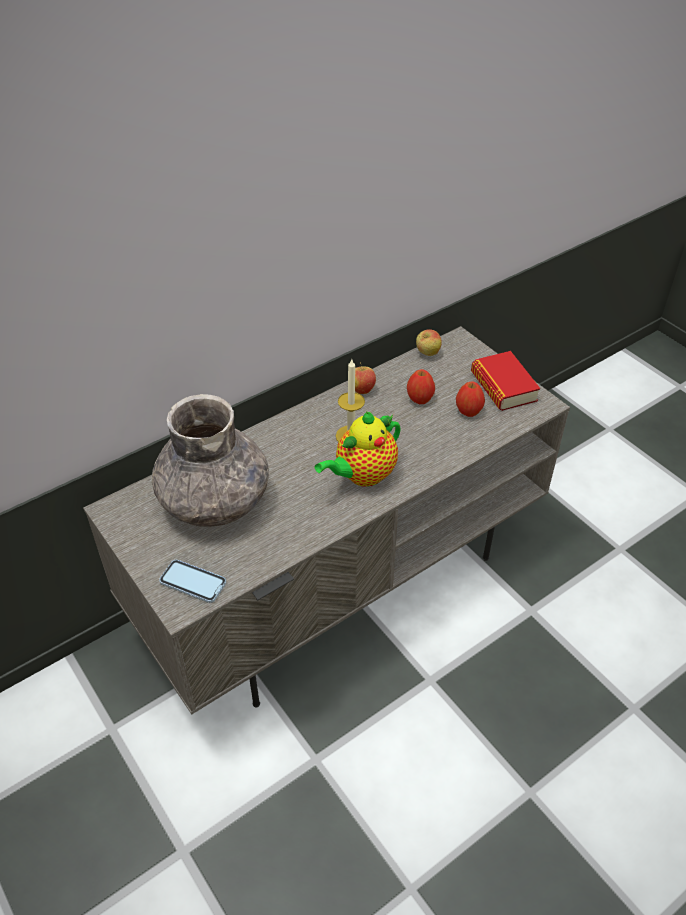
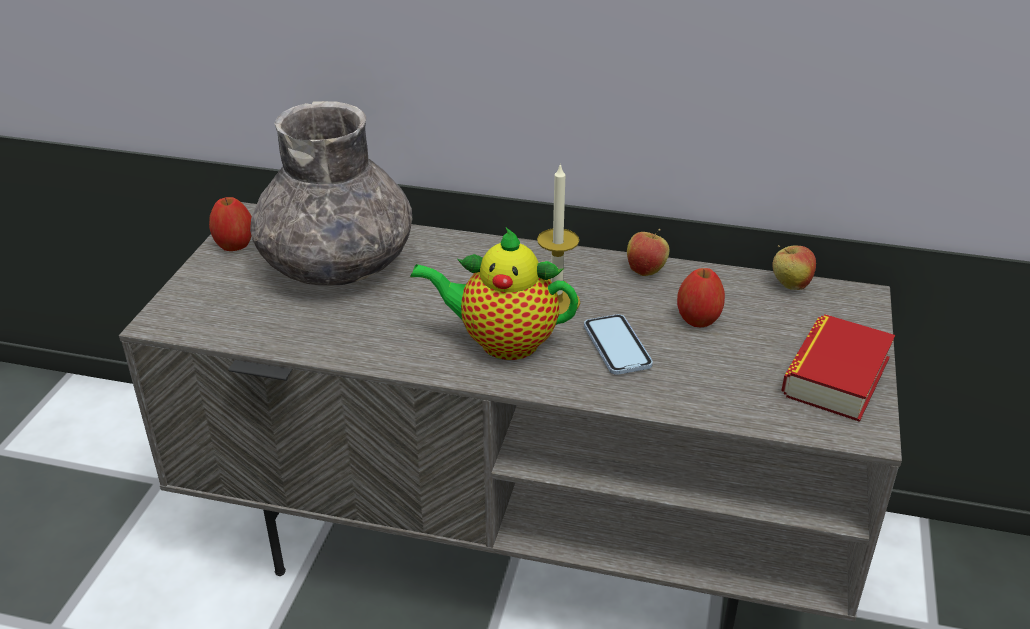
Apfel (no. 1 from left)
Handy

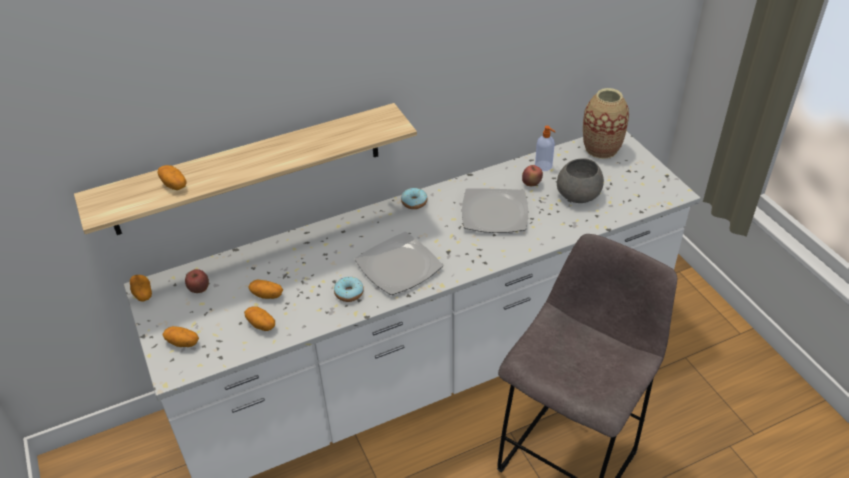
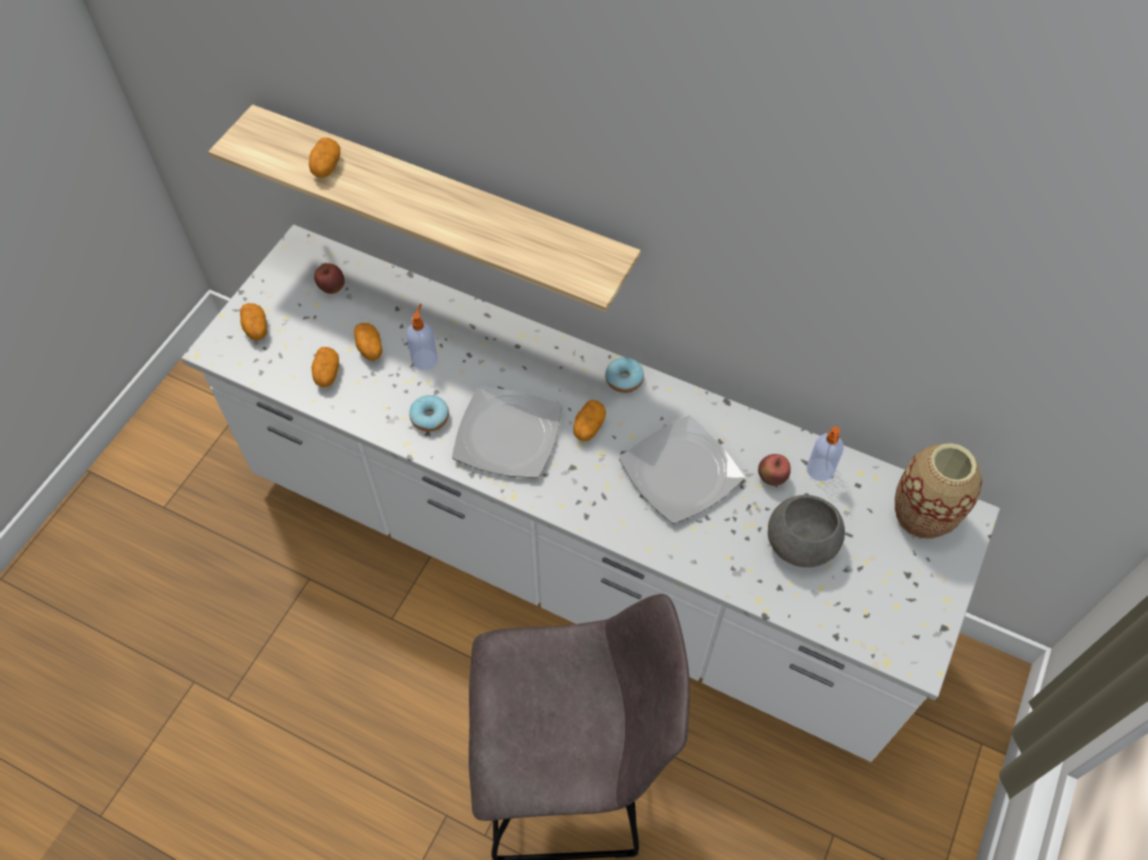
Kartoffel (no. 5 from left)
Seifenspender (no. 1 from left)

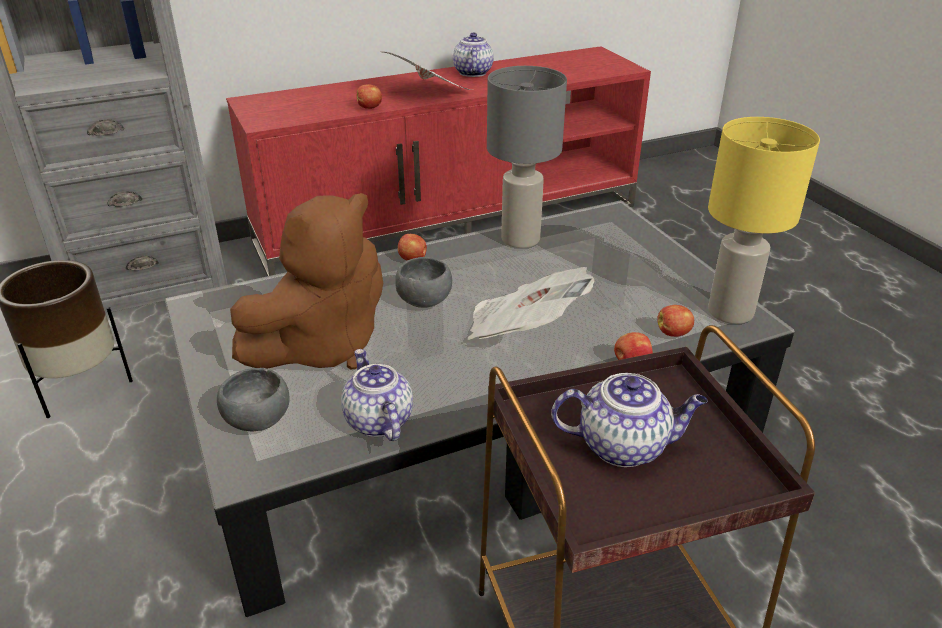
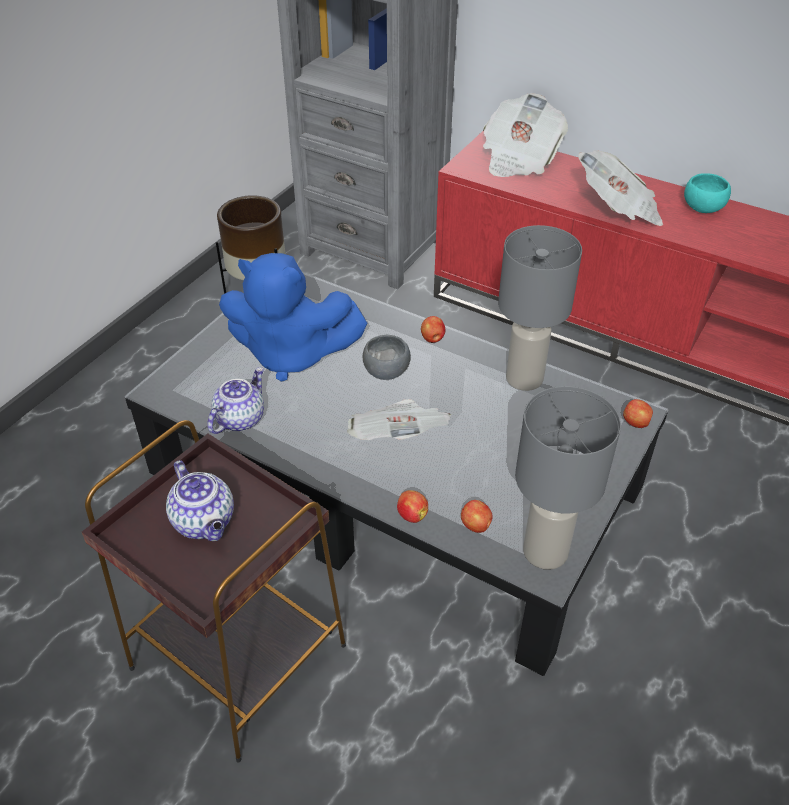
Schüssel [türkis]
Apfel (no. 4 from left)
Tischlampe [grau] (no. 2 from left)
Plüschtier [blau]
Schüssel [grau] (no. 1 from left in the first image)
Zeitung (no. 2 from left)

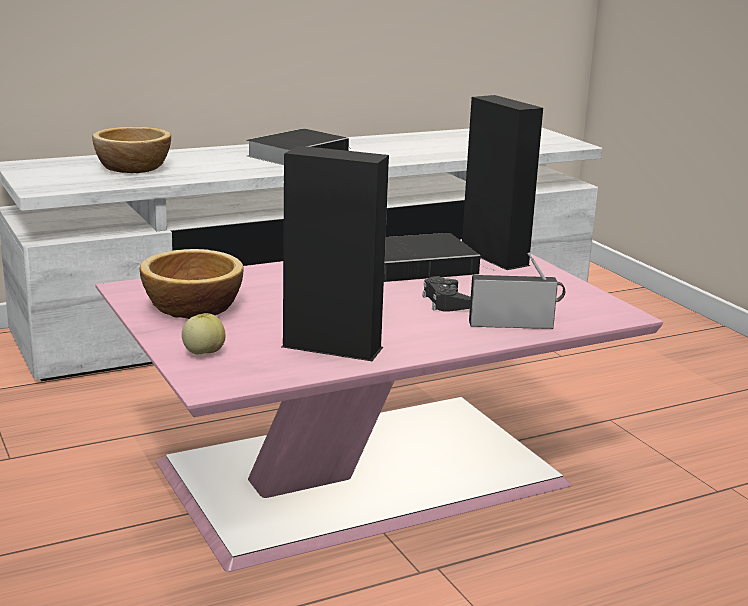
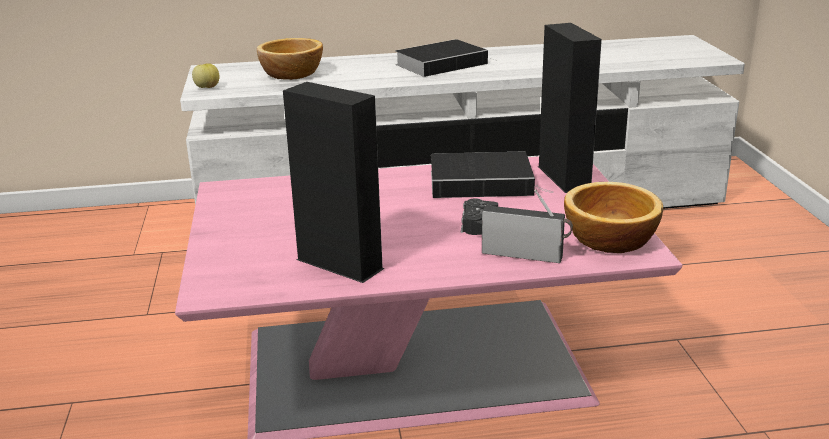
Schüssel (no. 2 from left)
Apfel

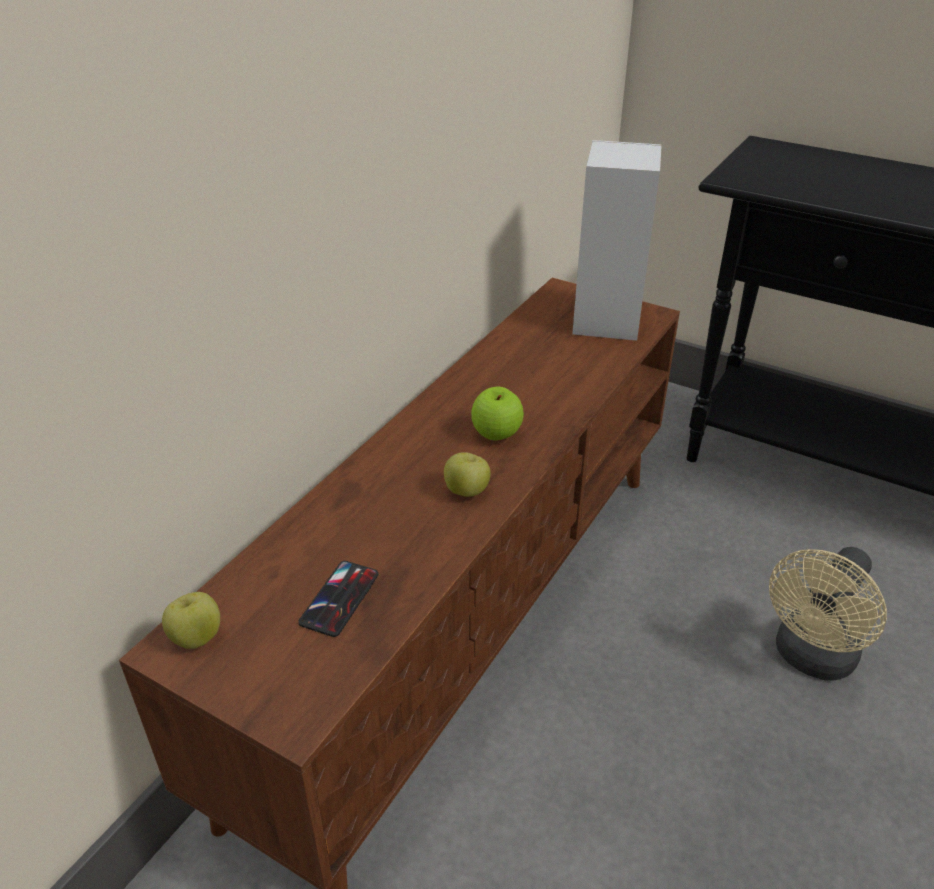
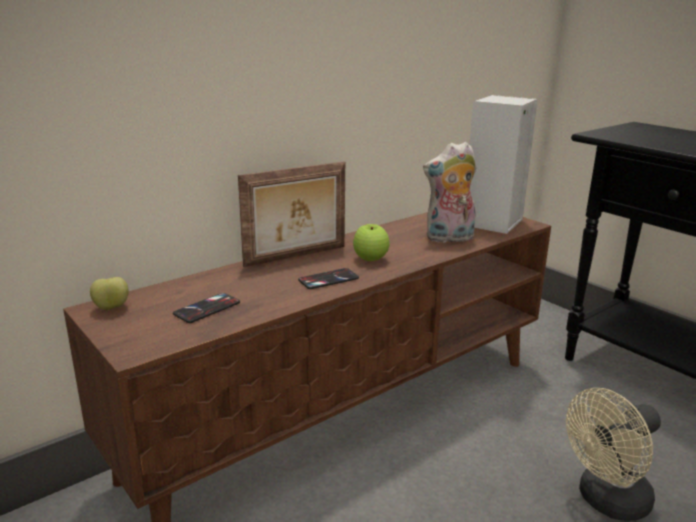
Handy (no. 2 from left)
Plüschtier
Bilderrahmen

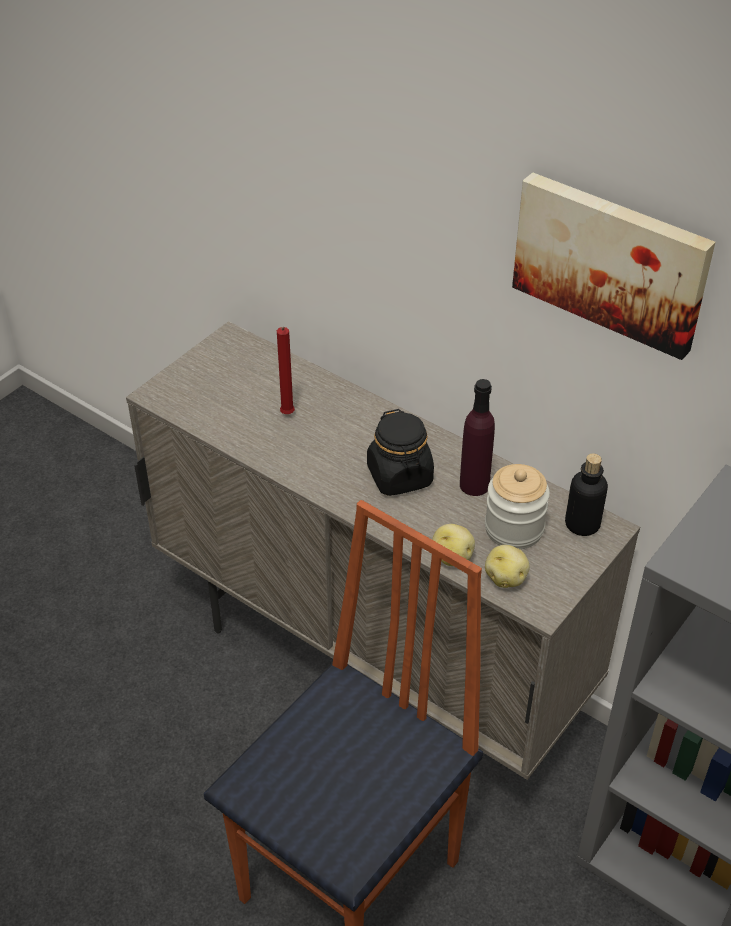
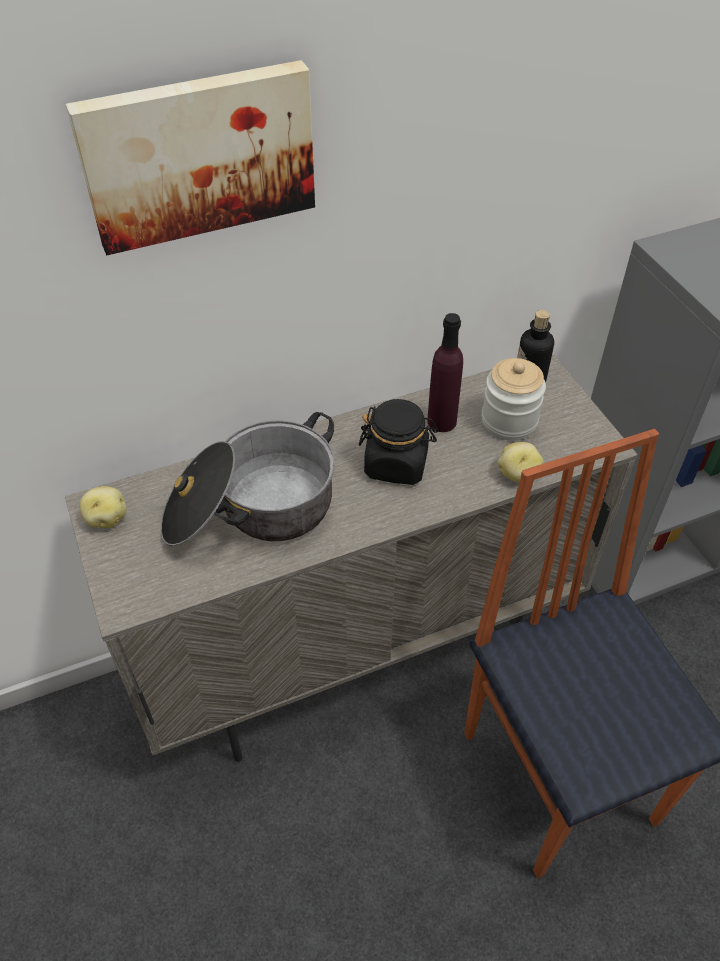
Bild
Kochtopf
Kartoffel (no. 1 from left)

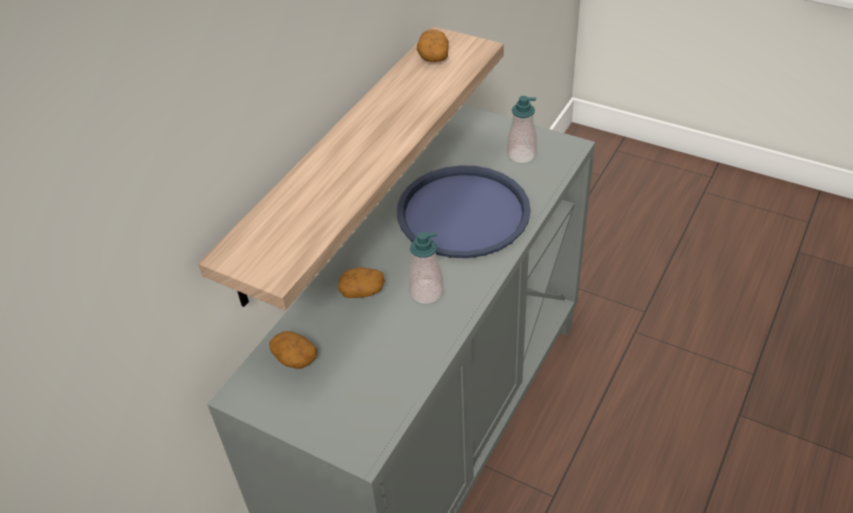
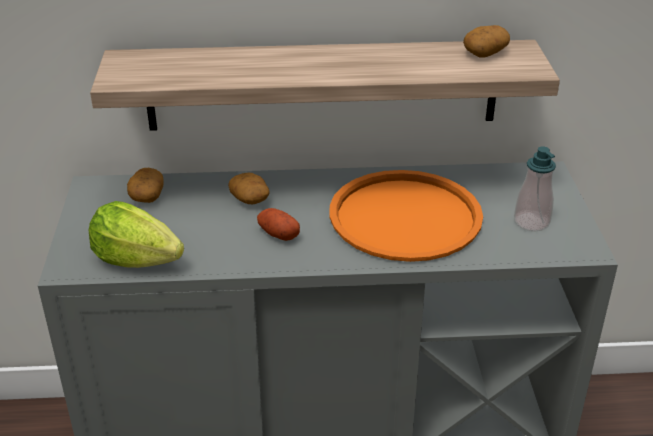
Tablett [orange]
Kartoffel (no. 3 from left)
Salatkopf

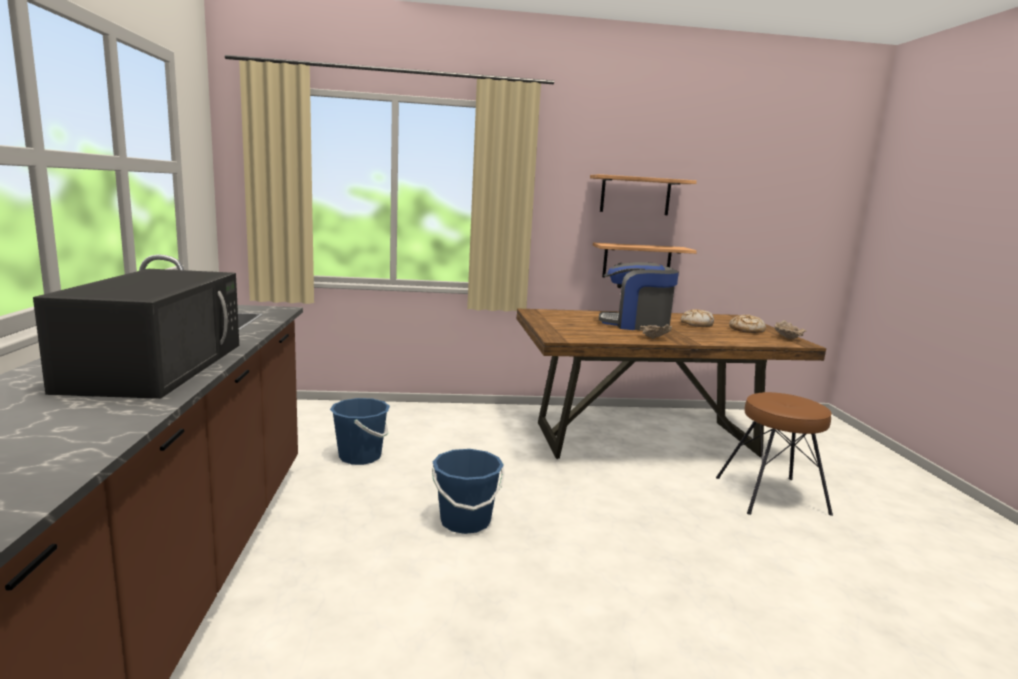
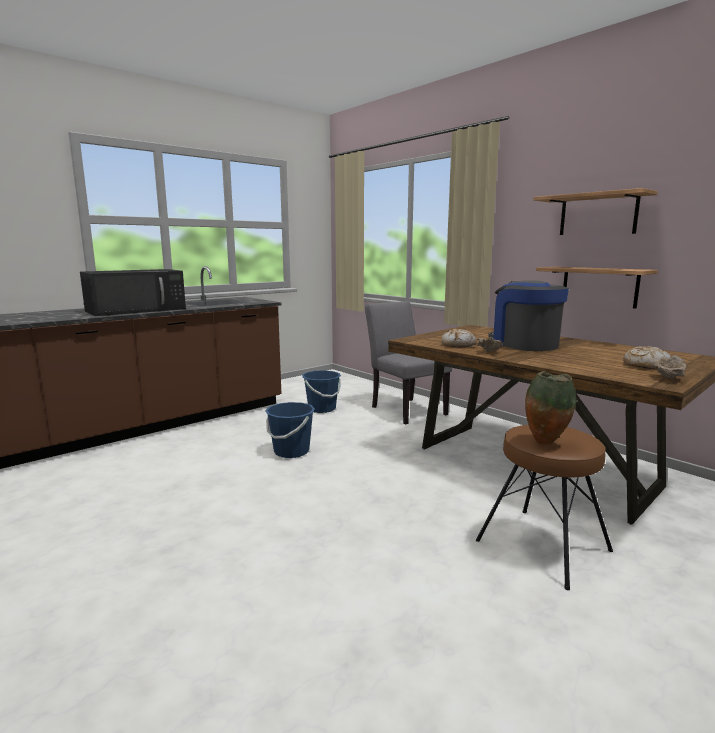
Brot (no. 1 from left)
Stuhl [grau]
Vase

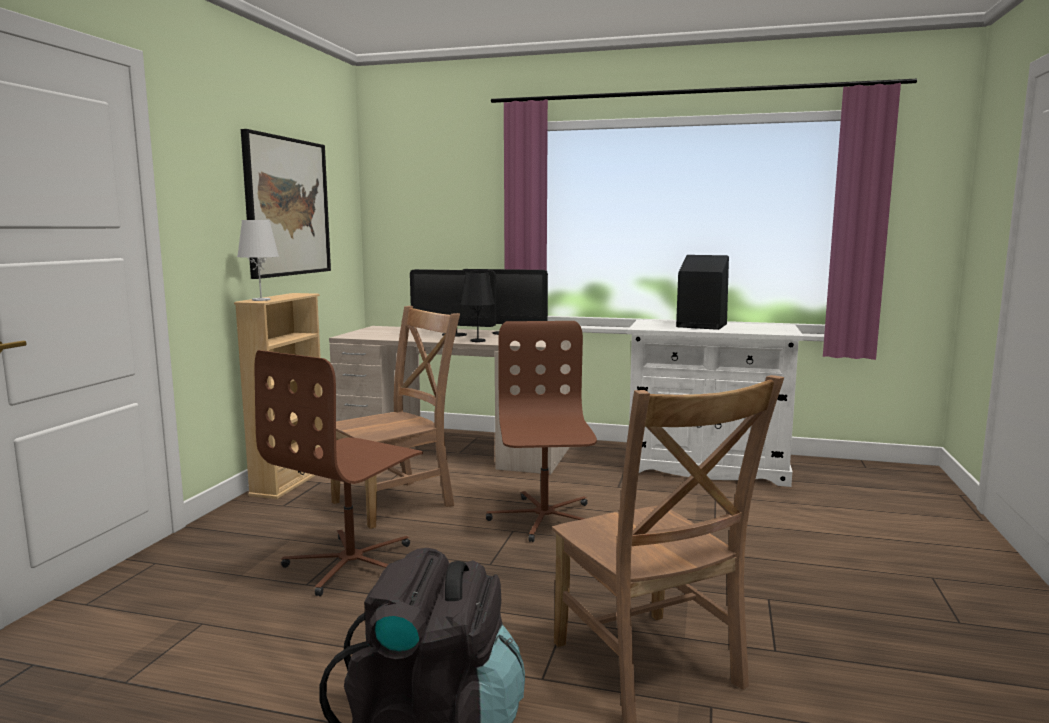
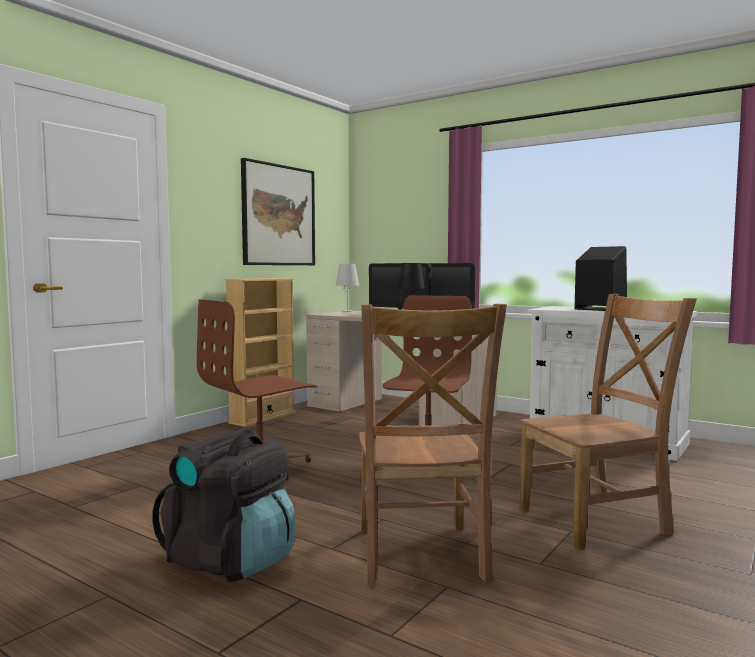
Tischlampe [weiß]
Stuhl [braun] (no. 2 from left)

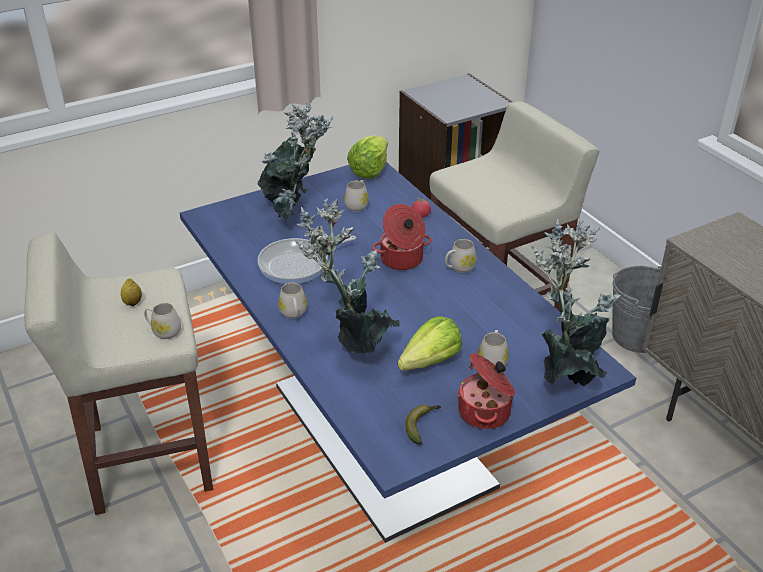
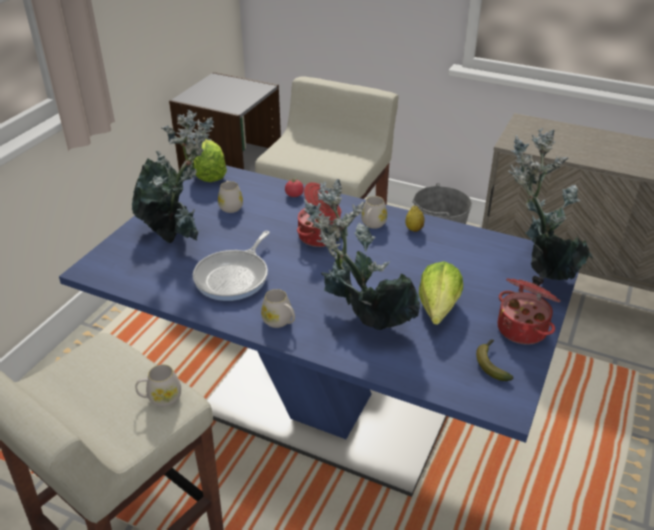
Zitrone
Henkelbecher [weiß] (no. 5 from left in the first image)

